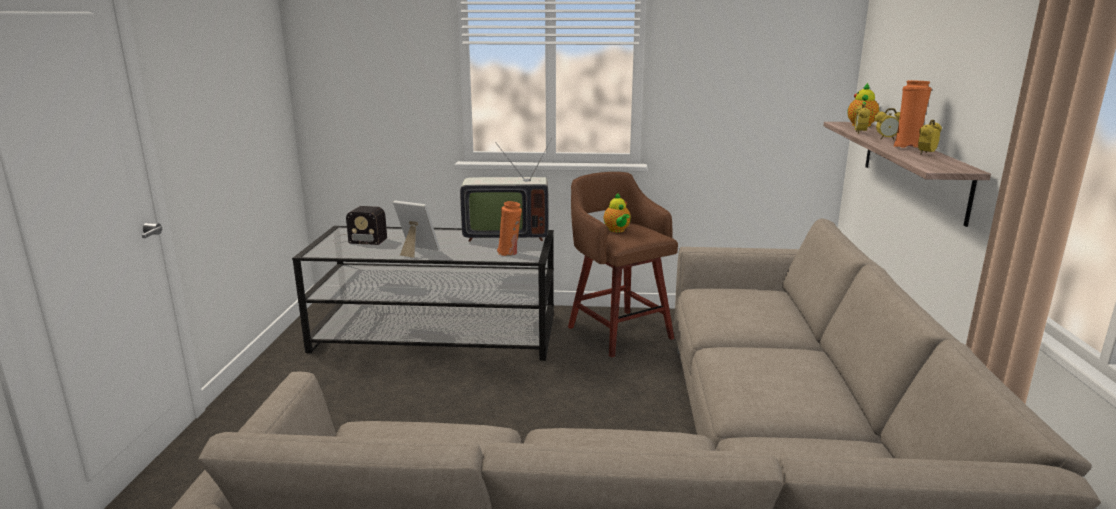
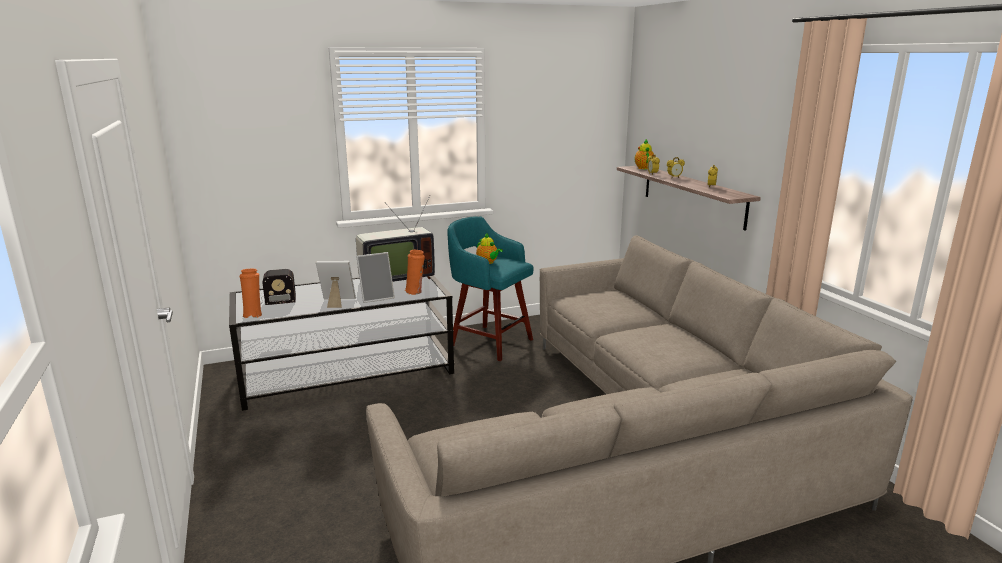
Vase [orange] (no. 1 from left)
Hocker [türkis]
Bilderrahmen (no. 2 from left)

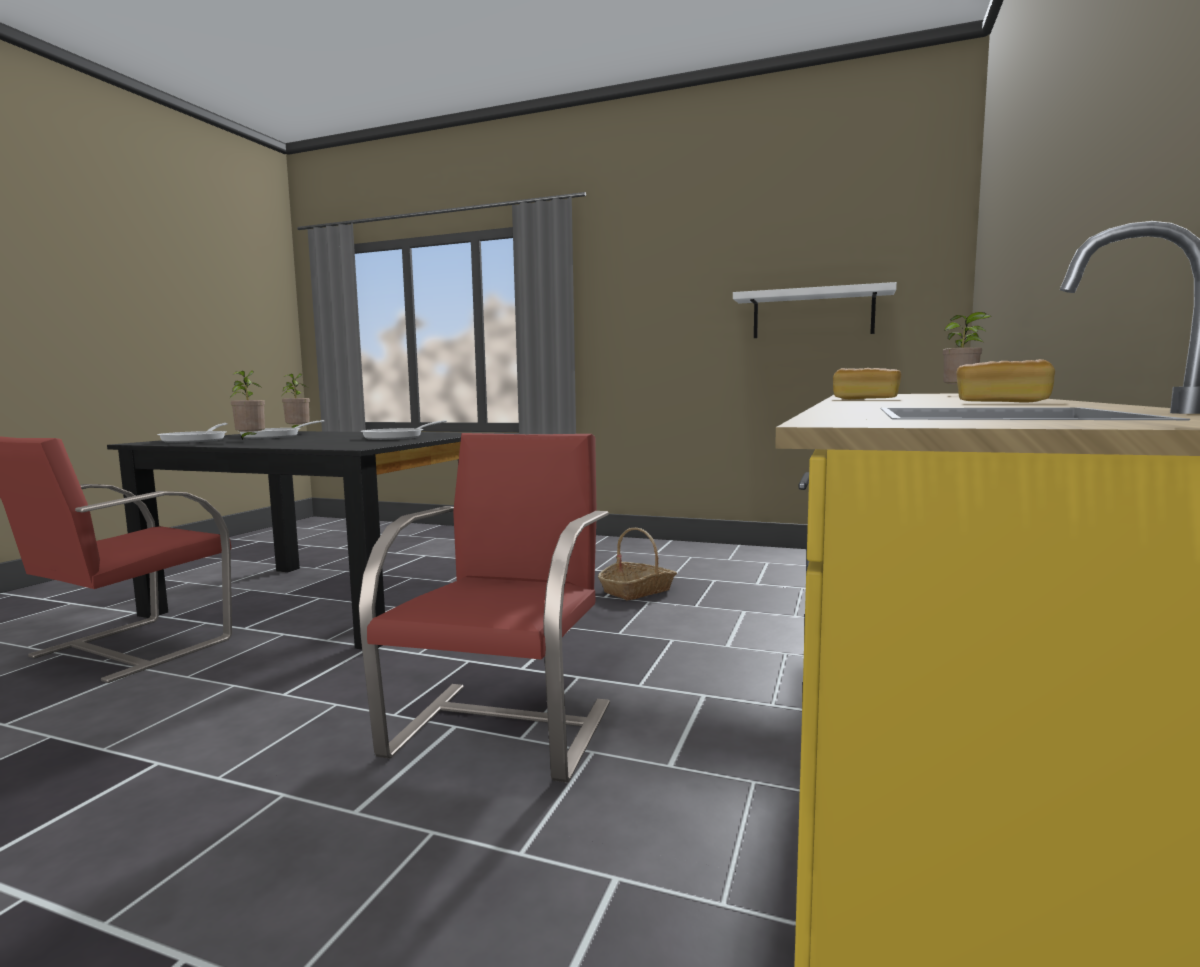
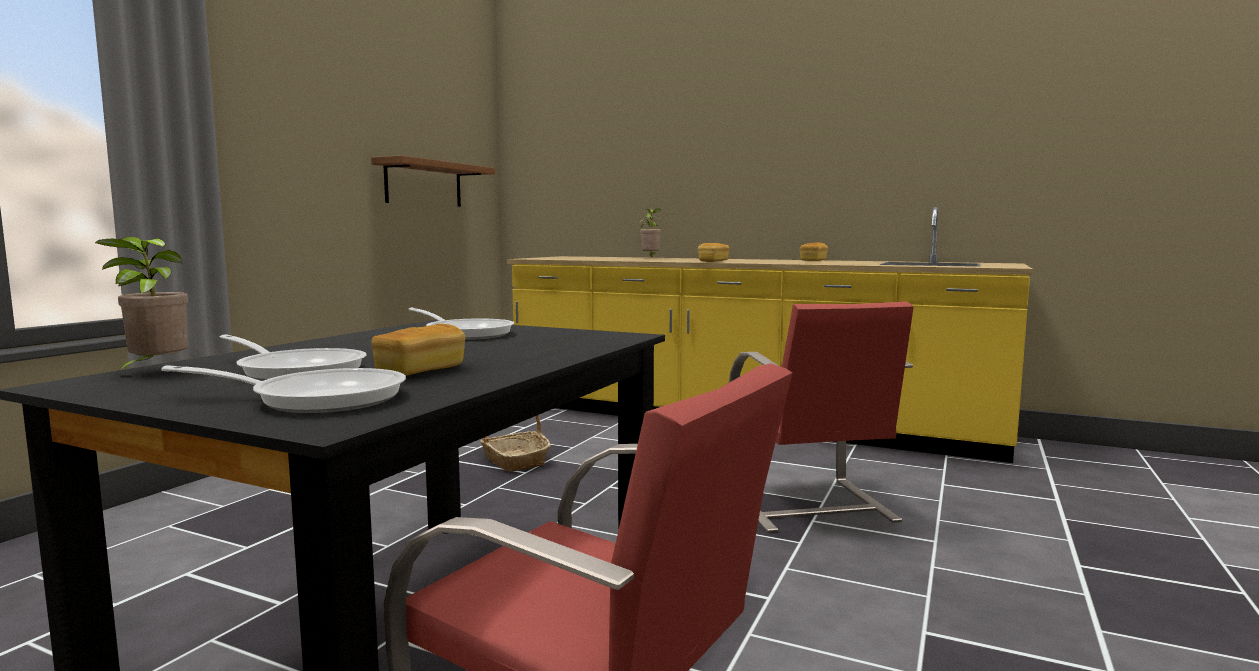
Wandregal [braun]
Brot (no. 1 from left)
Stuhl [rot] (no. 2 from left)

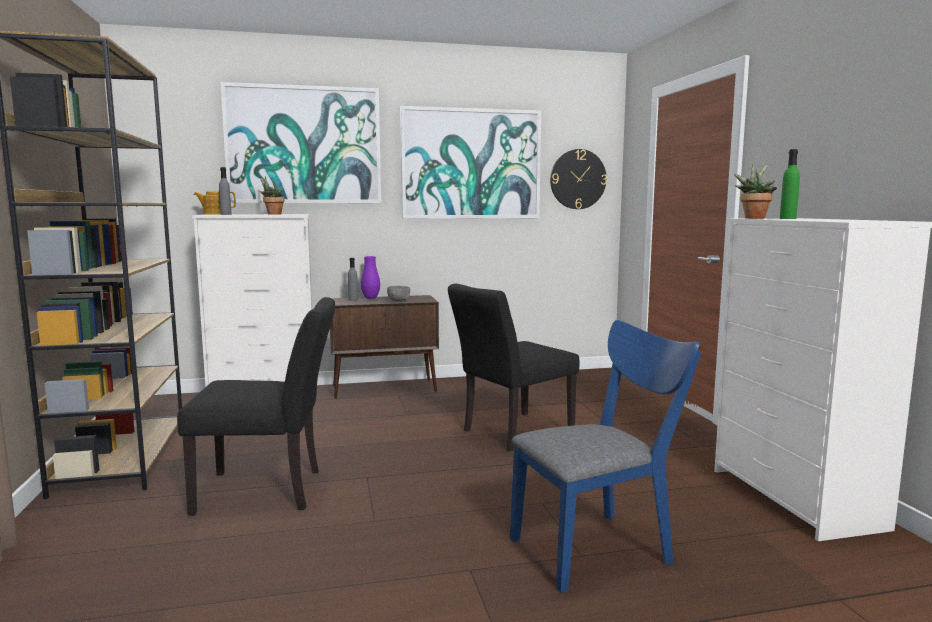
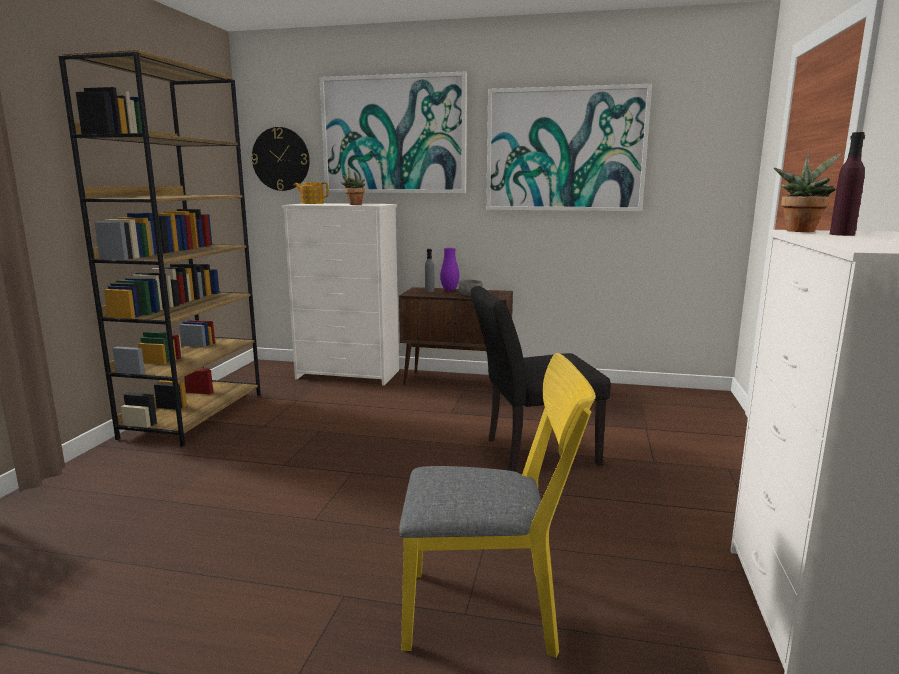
Wanduhr
Flasche [lila]
Flasche [grau] (no. 1 from left in the first image)
Stuhl [schwarz] (no. 1 from left in the first image)
Stuhl [gelb]

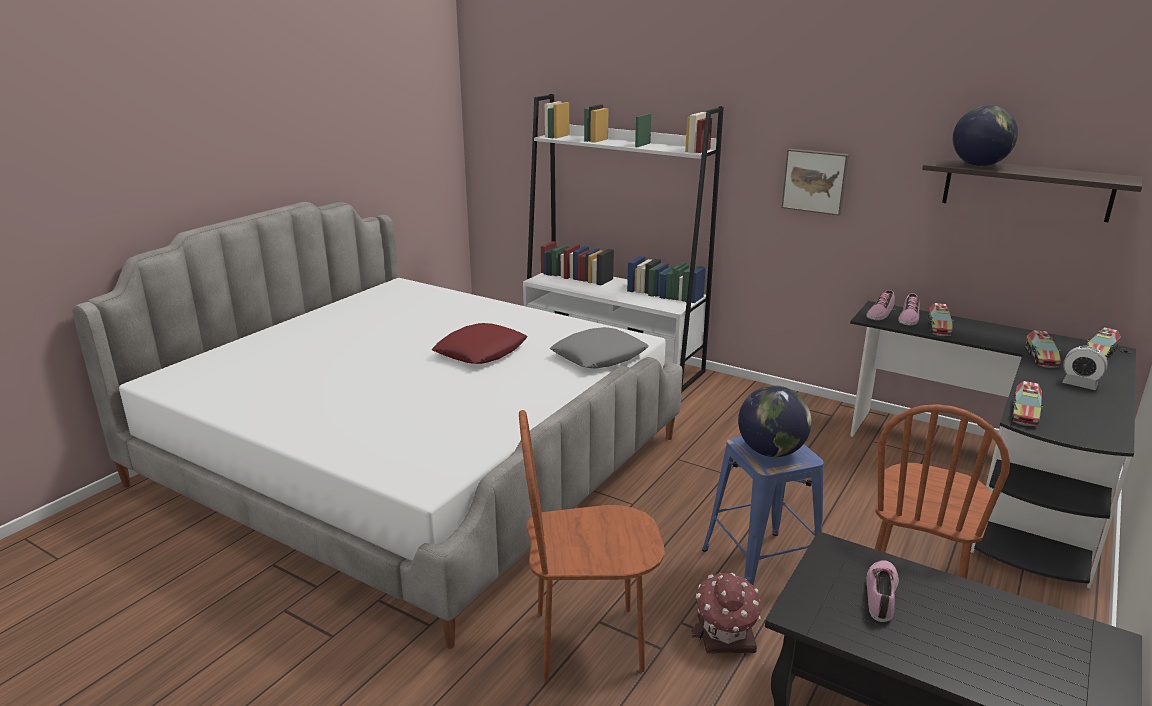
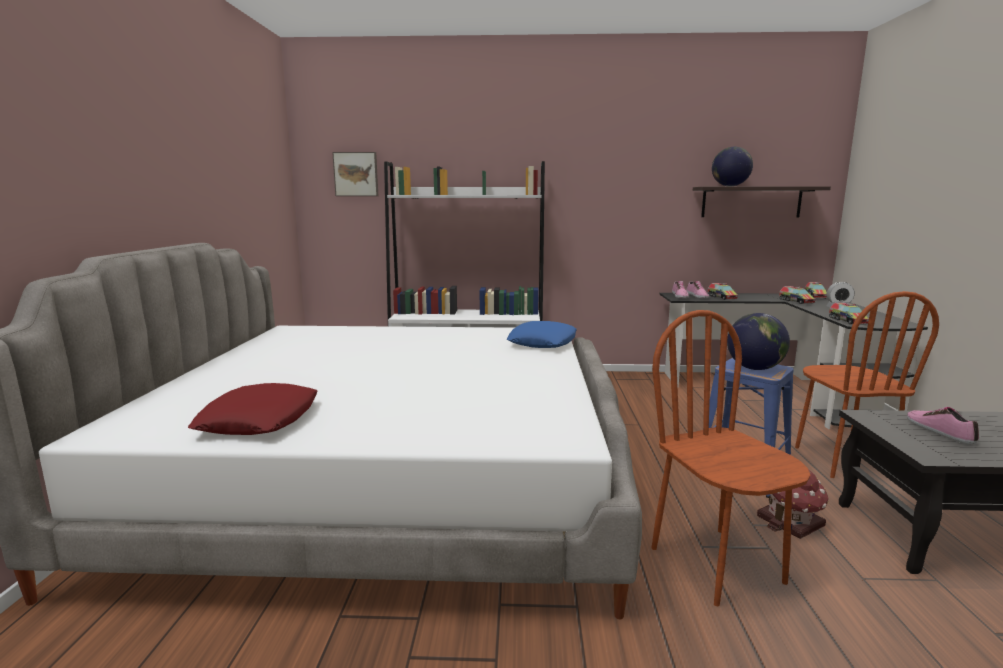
Bild
Kissen [rot]
Kissen [blau]
Stuhl [braun] (no. 1 from left)

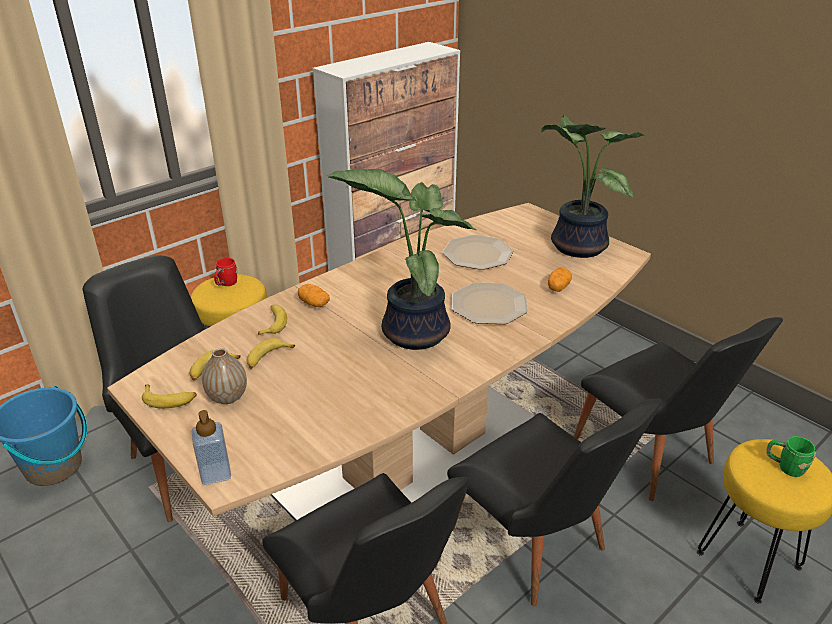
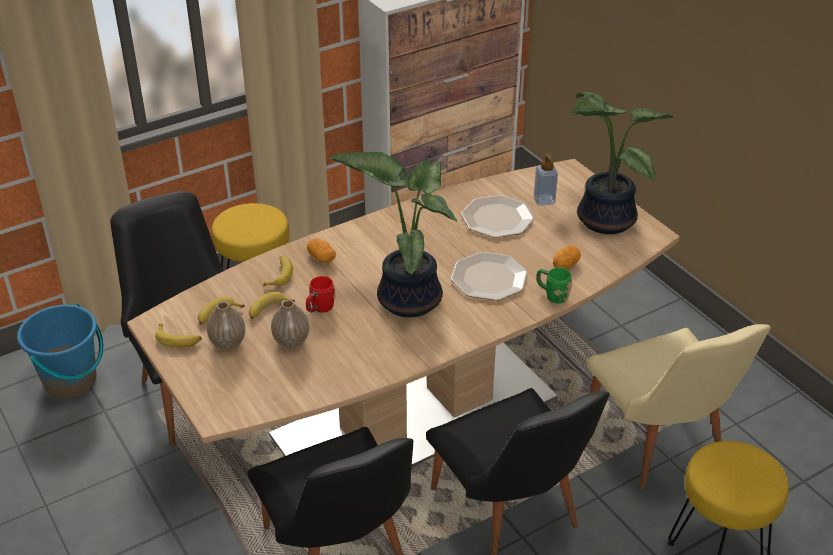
Henkelbecher [rot]
Stuhl [beige]
Seifenspender
Henkelbecher [grün]
Vase (no. 2 from left)

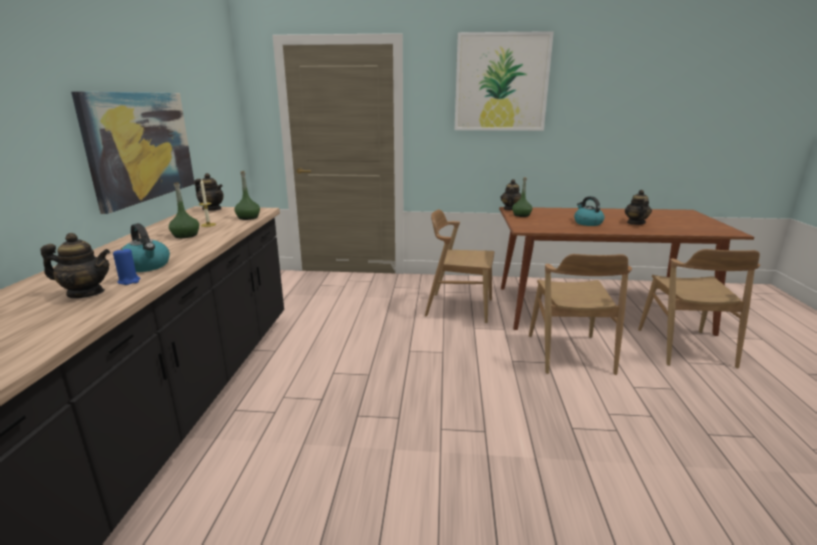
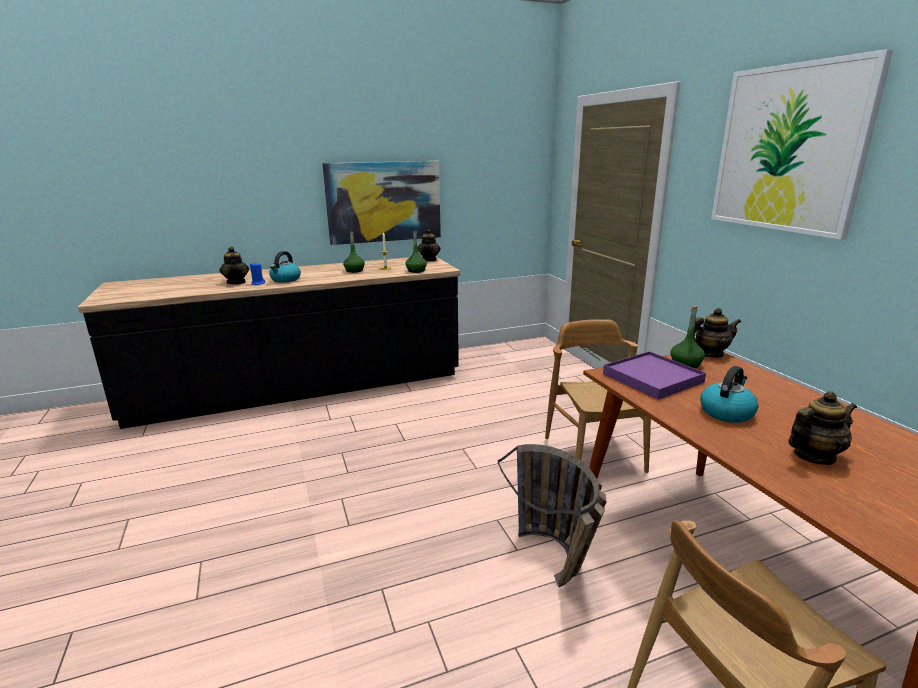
Korb
Tablett [lila]

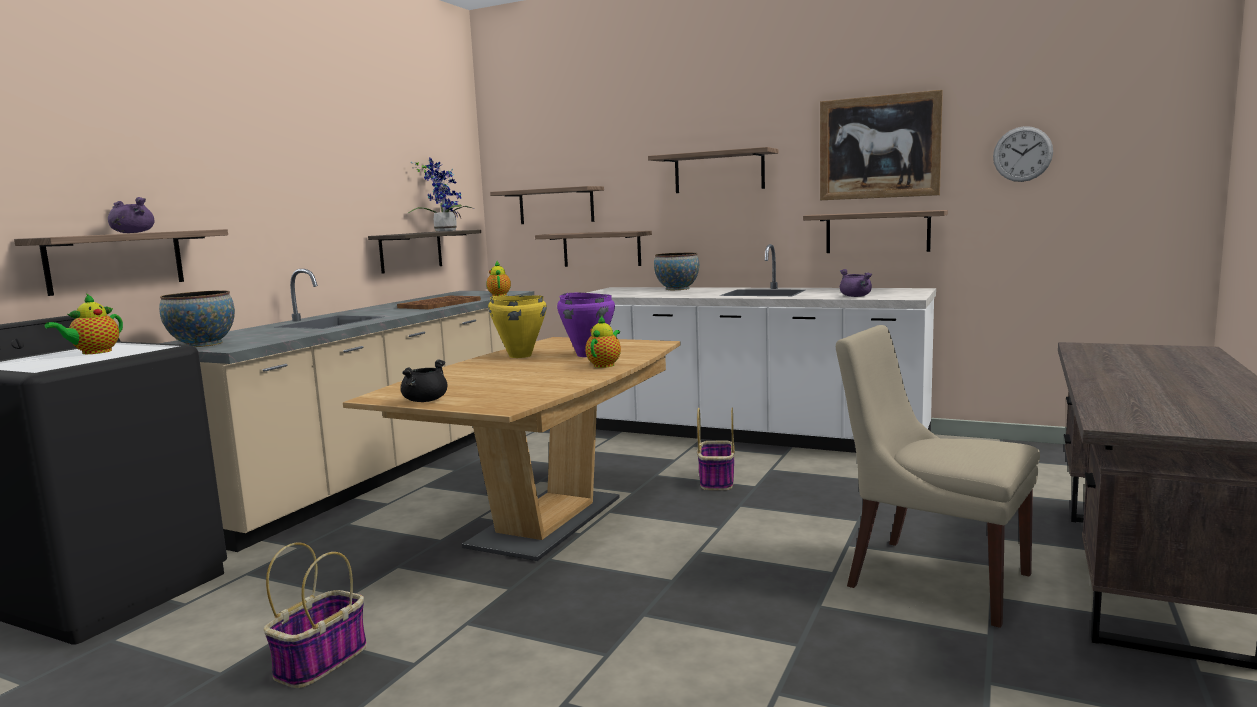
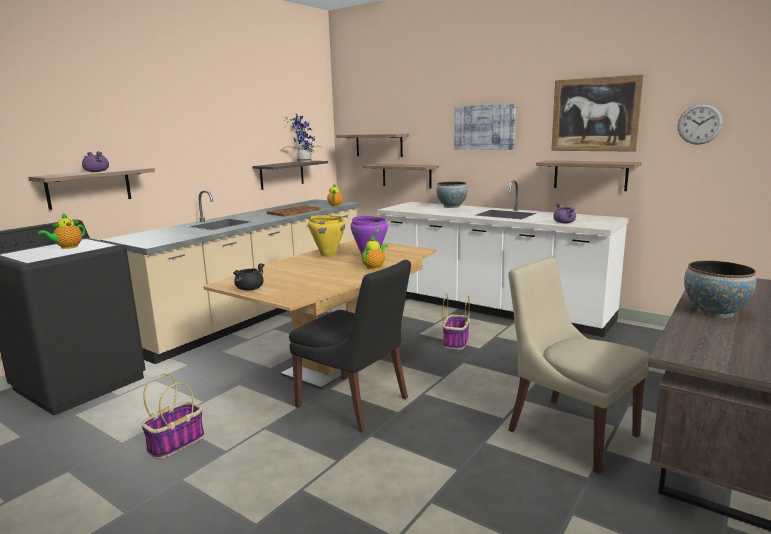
Bild (no. 1 from left)
Schüssel (no. 2 from left)
Stuhl [schwarz]

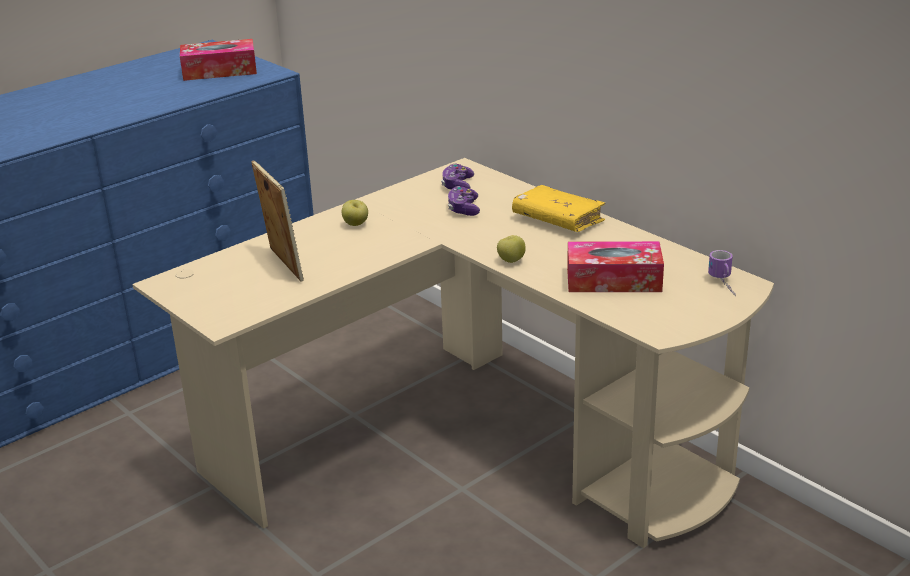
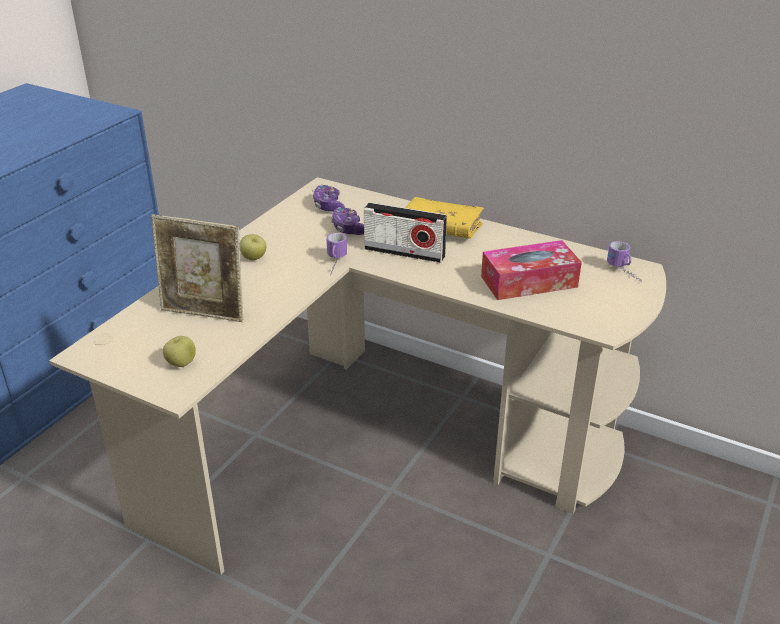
Taschentuchbox (no. 1 from left in the first image)
Bilderrahmen
Apfel (no. 1 from left)
Radio
Henkelbecher (no. 1 from left)

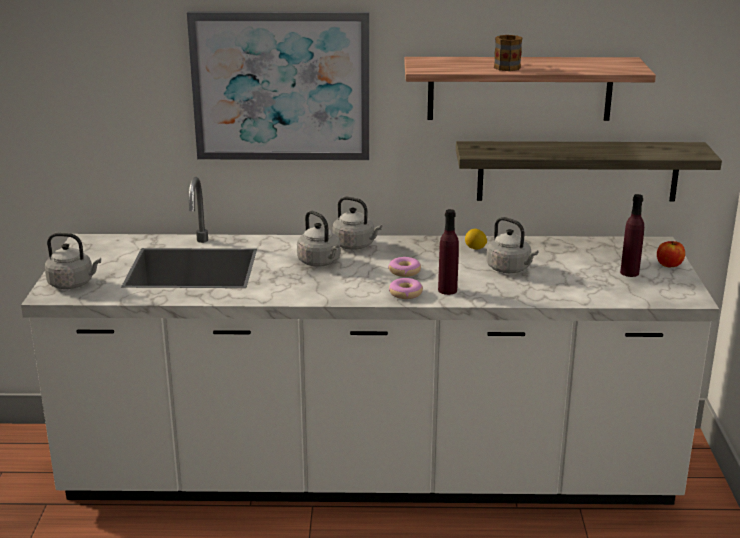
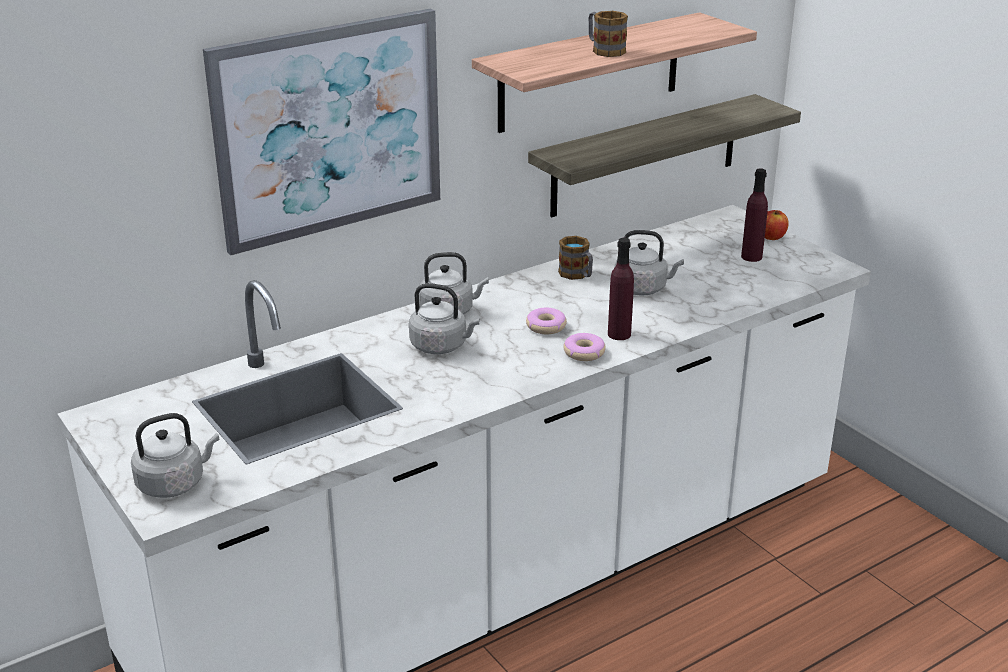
Henkelbecher (no. 1 from left)

